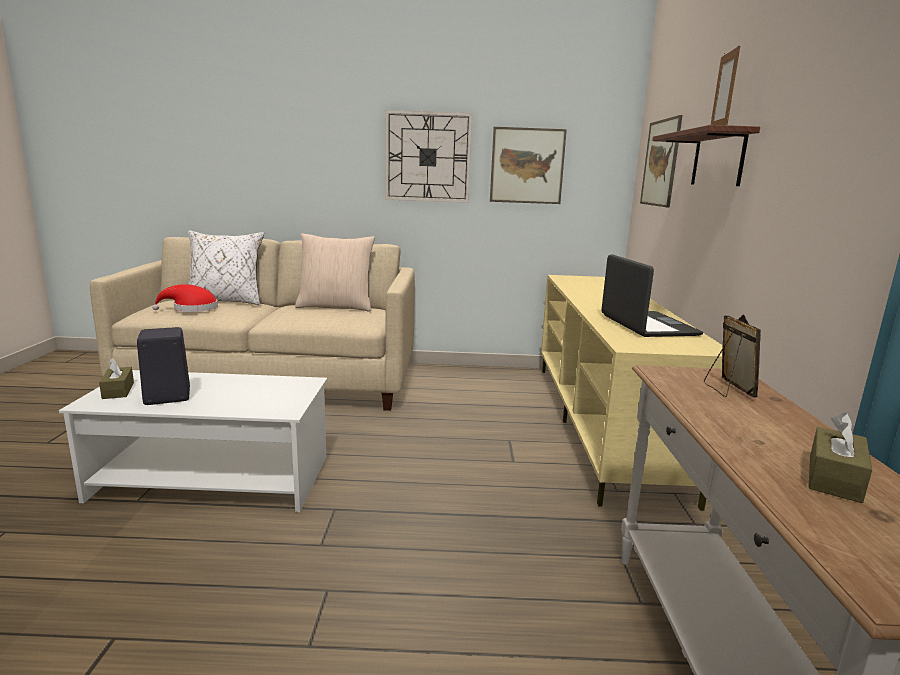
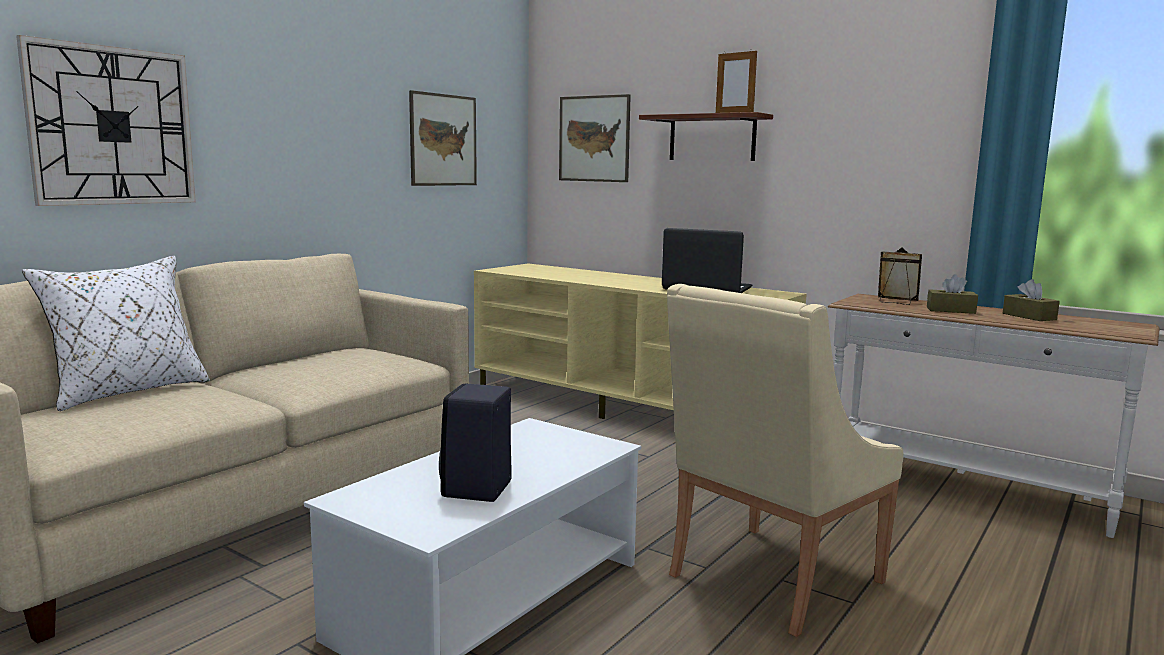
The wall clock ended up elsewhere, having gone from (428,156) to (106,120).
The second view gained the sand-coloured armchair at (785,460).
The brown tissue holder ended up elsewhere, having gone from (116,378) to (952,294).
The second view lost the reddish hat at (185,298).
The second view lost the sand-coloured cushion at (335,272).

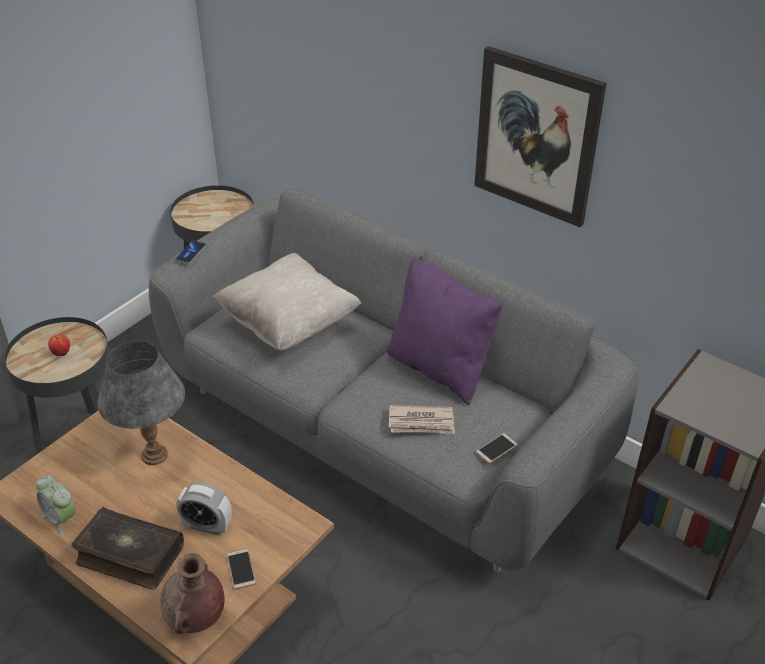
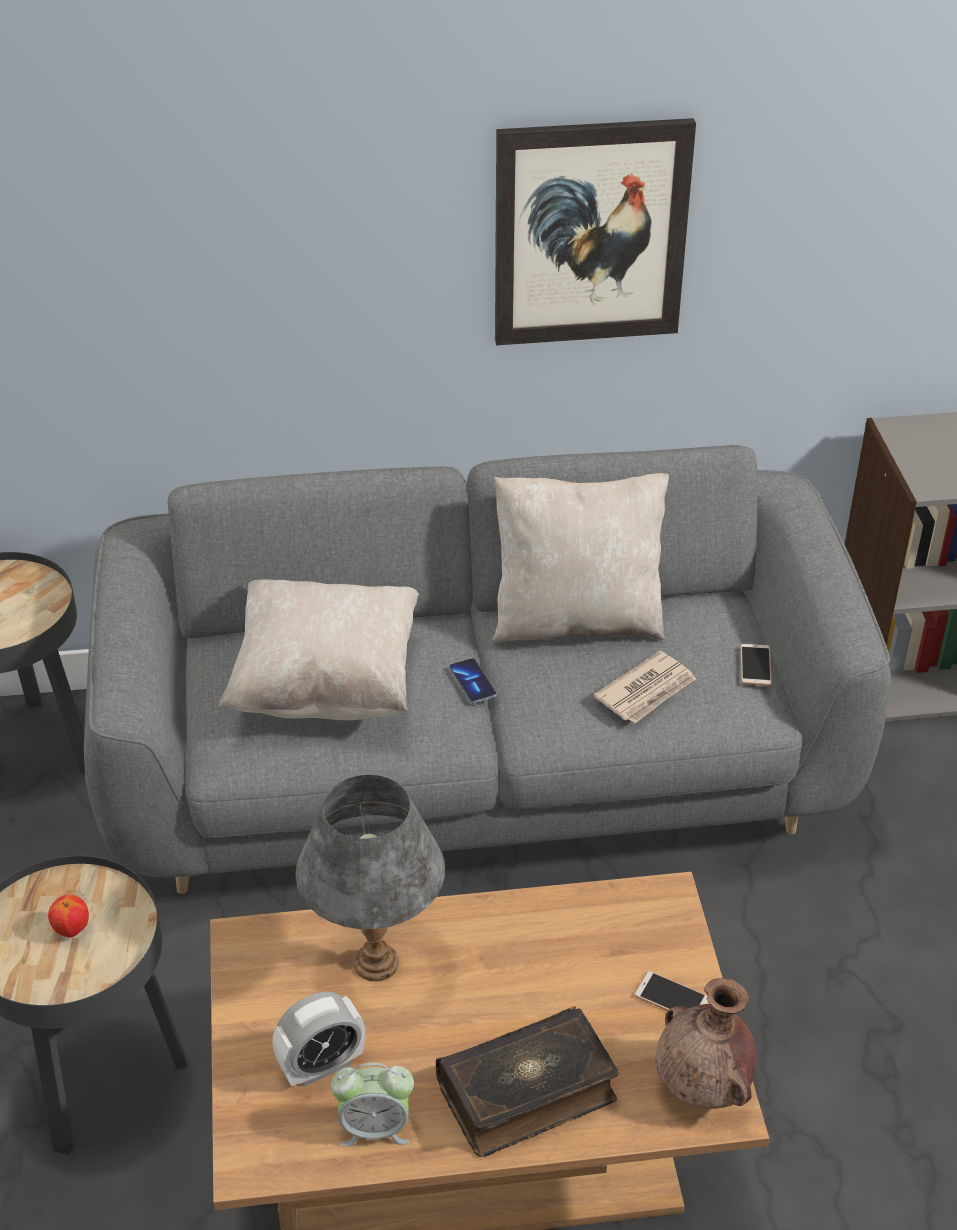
The bedside clock ended up elsewhere, having gone from (204,508) to (318,1039).
The phone ended up elsewhere, having gone from (191,252) to (473,680).
What was the purplish cushion at (445,330) turned into the sand-coloured cushion at (580,557).

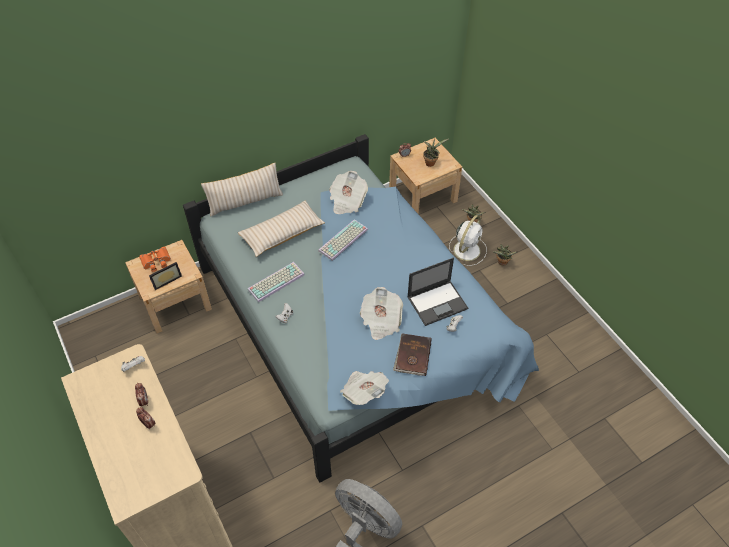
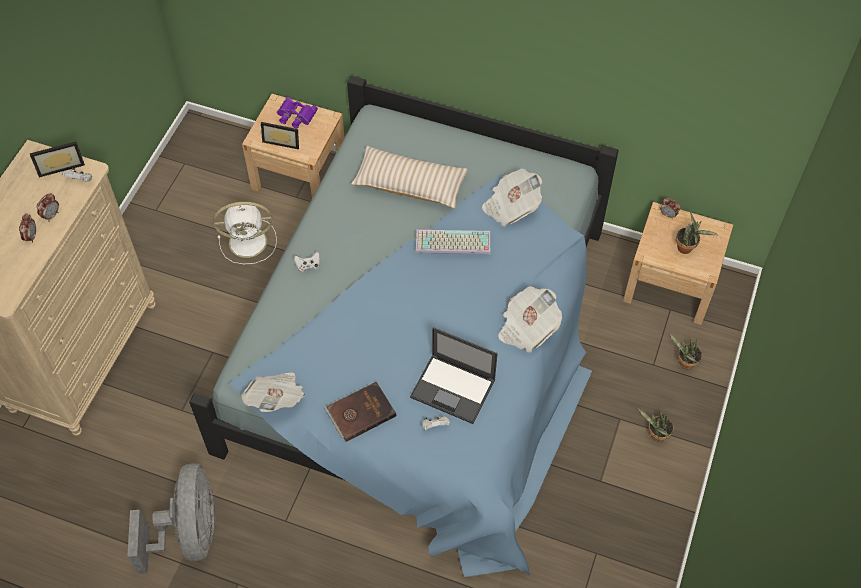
The second view gained the standing frame at (57,159).
The white-coloured fan ended up elsewhere, having gone from (468,240) to (245,233).
What was the orangey field glasses at (155,259) turned into the purplish field glasses at (297,112).
The printed paper ended up elsewhere, having gone from (381,313) to (530,319).
The second view lost the sand-coloured cushion at (242,189).
The second view lost the keyboard at (276,282).

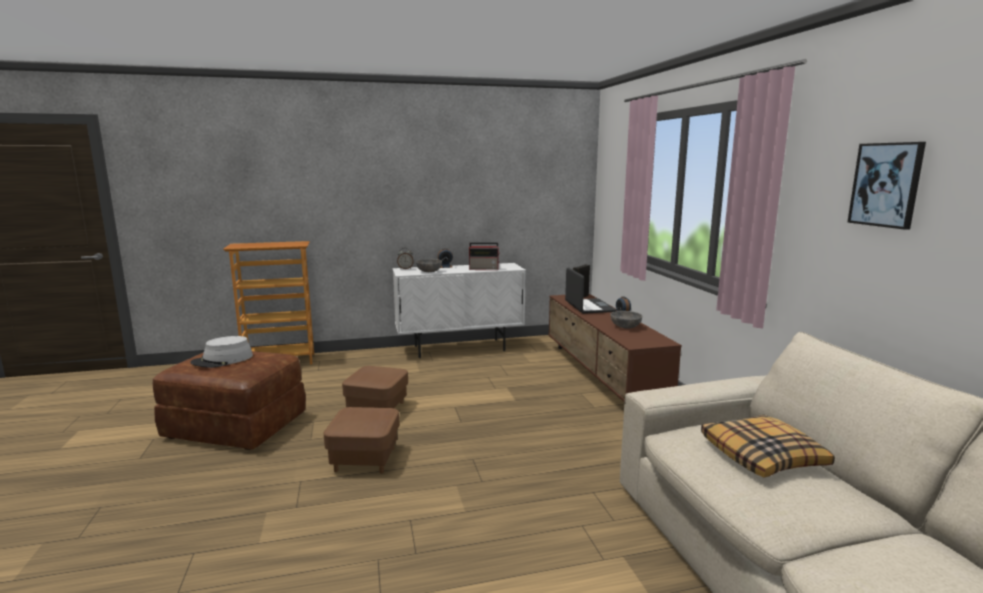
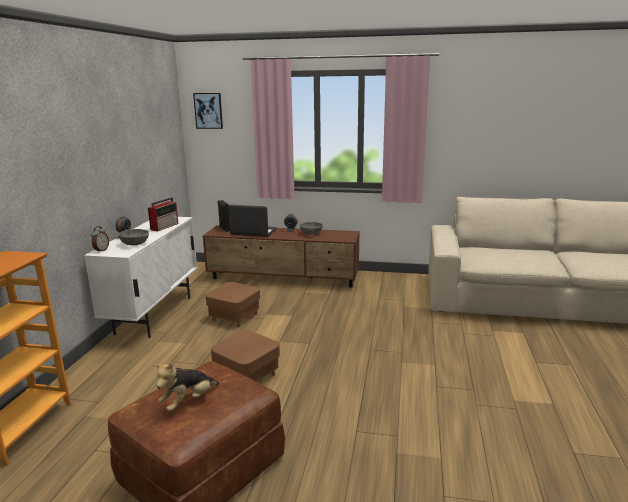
Where the greyish hat stood at (221,352), the plush toy came to stand at (186,387).
The picture ended up elsewhere, having gone from (887,186) to (208,111).
The brown footrest ended up elsewhere, having gone from (362,440) to (233,304).
The second view lost the cushion at (768,446).

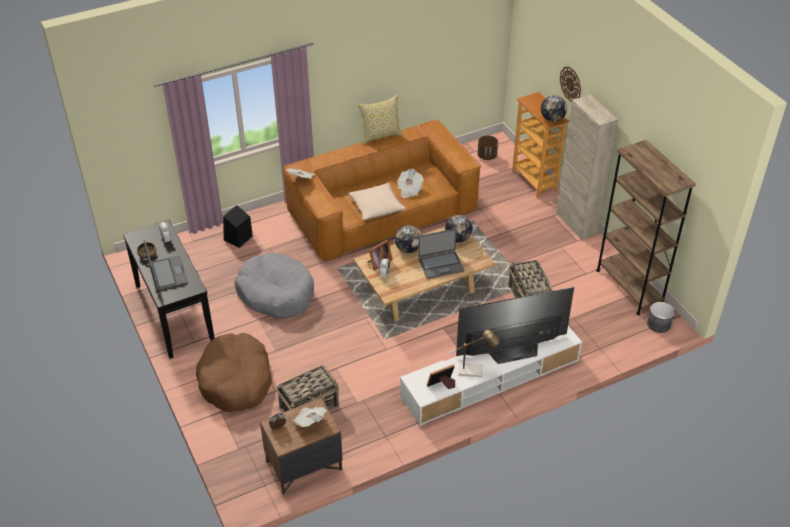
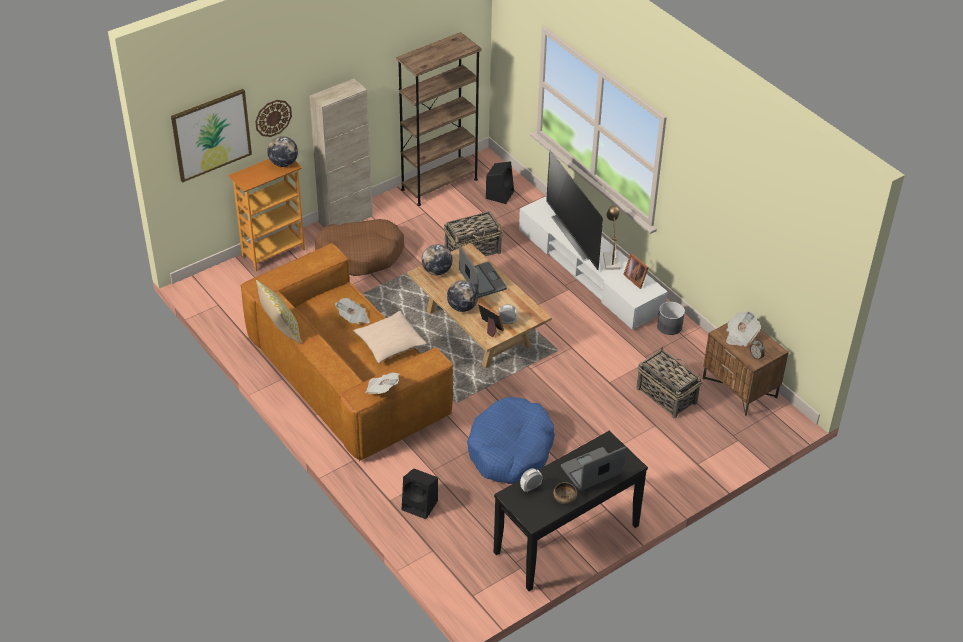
The second view gained the picture at (211,135).
The brown pet bed ended up elsewhere, having gone from (234,372) to (360,247).
What was the greyish pet bed at (274,286) turned into the blue pet bed at (511,440).
The second view gained the black audio speaker at (500,182).
The greyish planter ended up elsewhere, having gone from (661,317) to (671,318).
The second view lost the brown planter at (487,147).

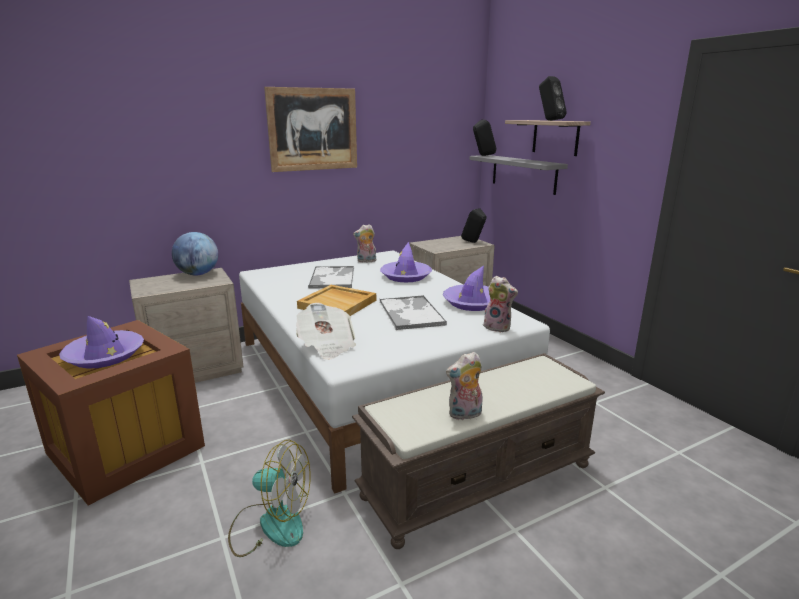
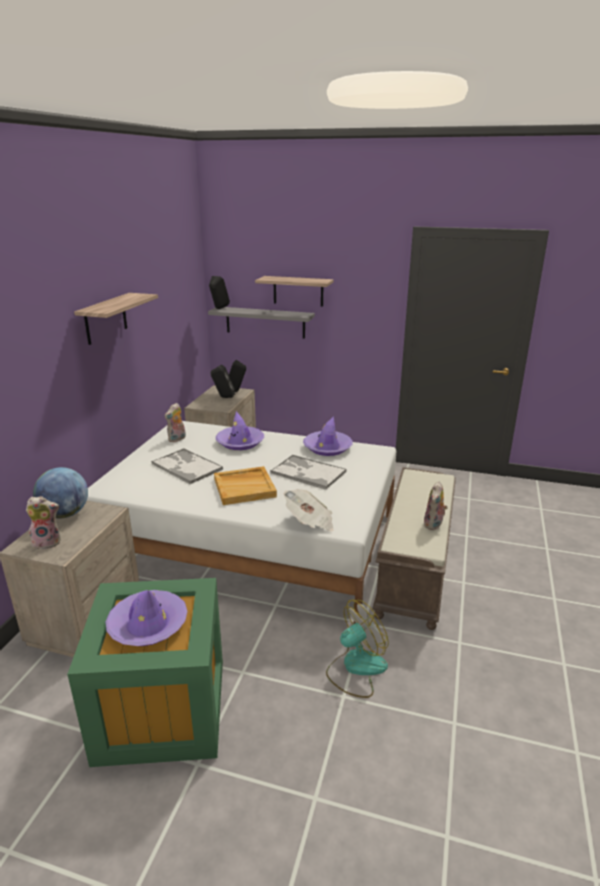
The plush toy ended up elsewhere, having gone from (500,304) to (43,523).
What was the brown storage box at (111,413) turned into the green-coloured storage box at (145,672).
Where the picture hung at (310,129), the wall shelf came to hang at (116,319).
The black audio speaker ended up elsewhere, having gone from (553,98) to (223,381).

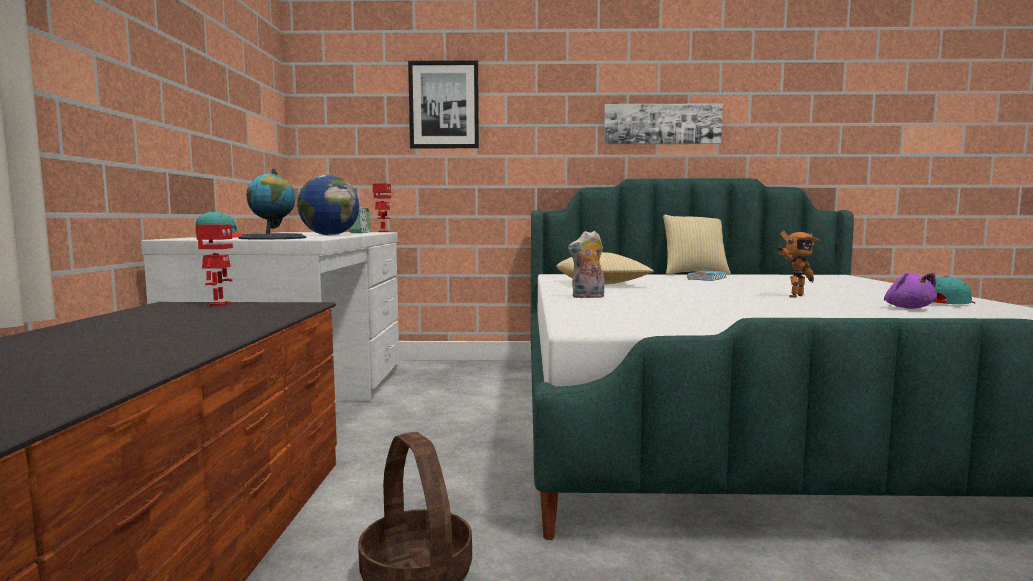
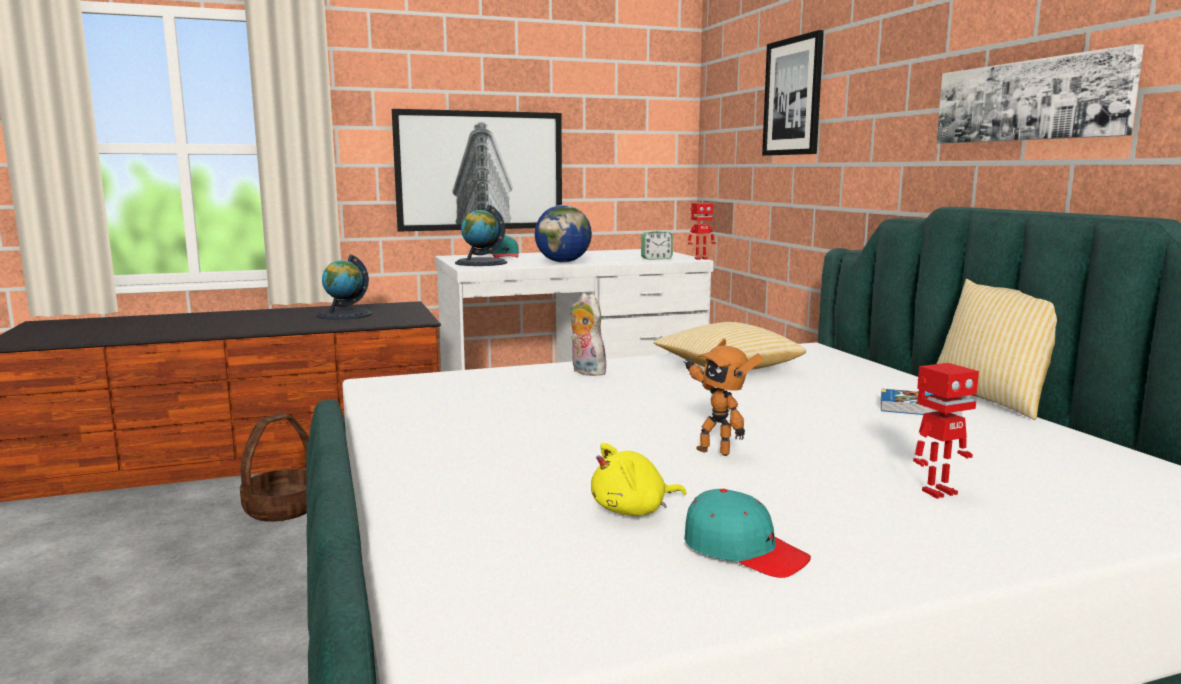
The second view gained the world globe at (344,287).
The second view gained the picture at (477,170).
What was the purplish plush toy at (910,290) turned into the yellow plush toy at (638,479).
The toy robot ended up elsewhere, having gone from (214,265) to (946,431).

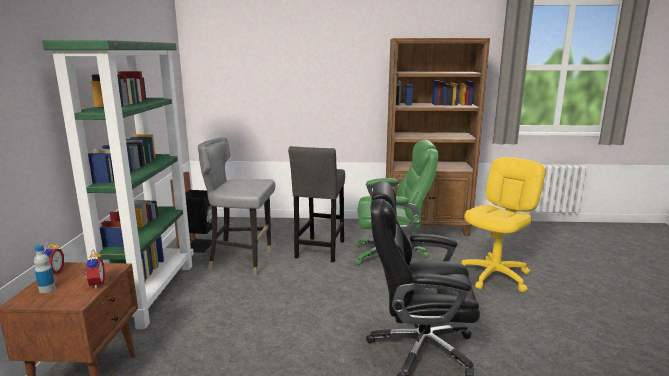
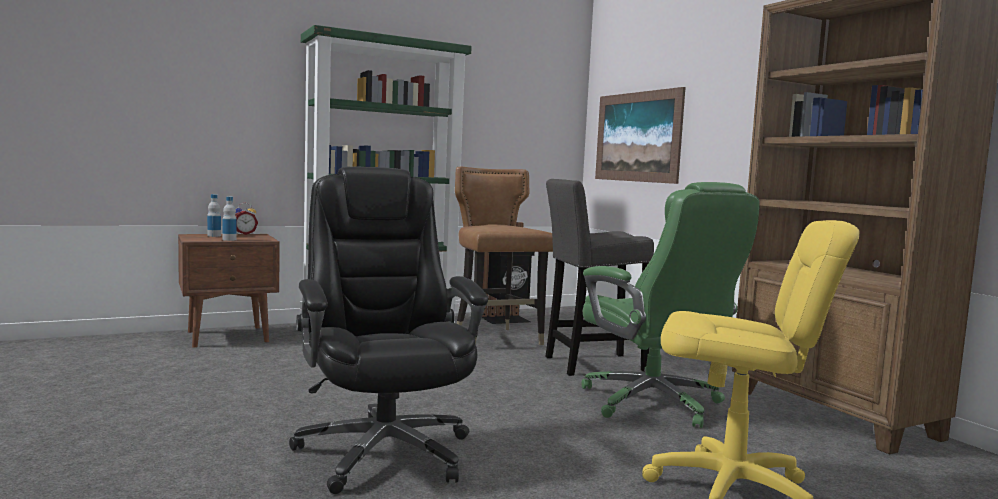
Where the bedside clock stood at (94,269), the beverage bottle came to stand at (230,219).
What was the greyish chair at (236,206) turned into the brown chair at (504,255).
The second view gained the picture at (640,135).

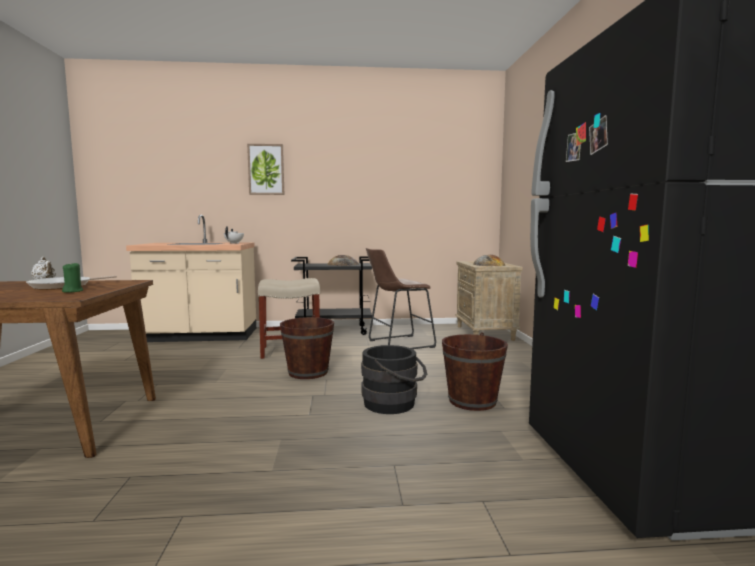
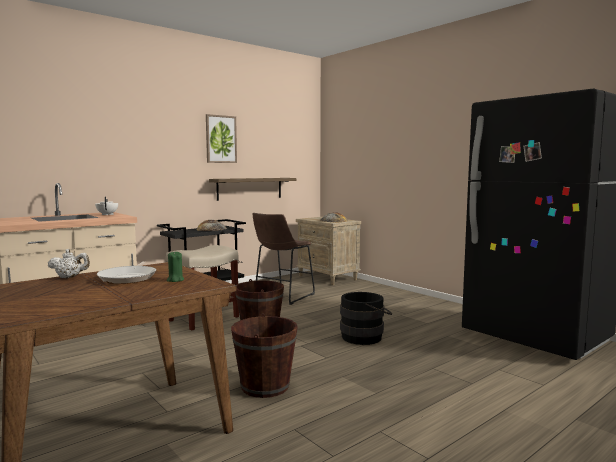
The picture ended up elsewhere, having gone from (265,169) to (221,138).
The second view gained the wall shelf at (252,189).
The brown bucket ended up elsewhere, having gone from (475,371) to (264,356).

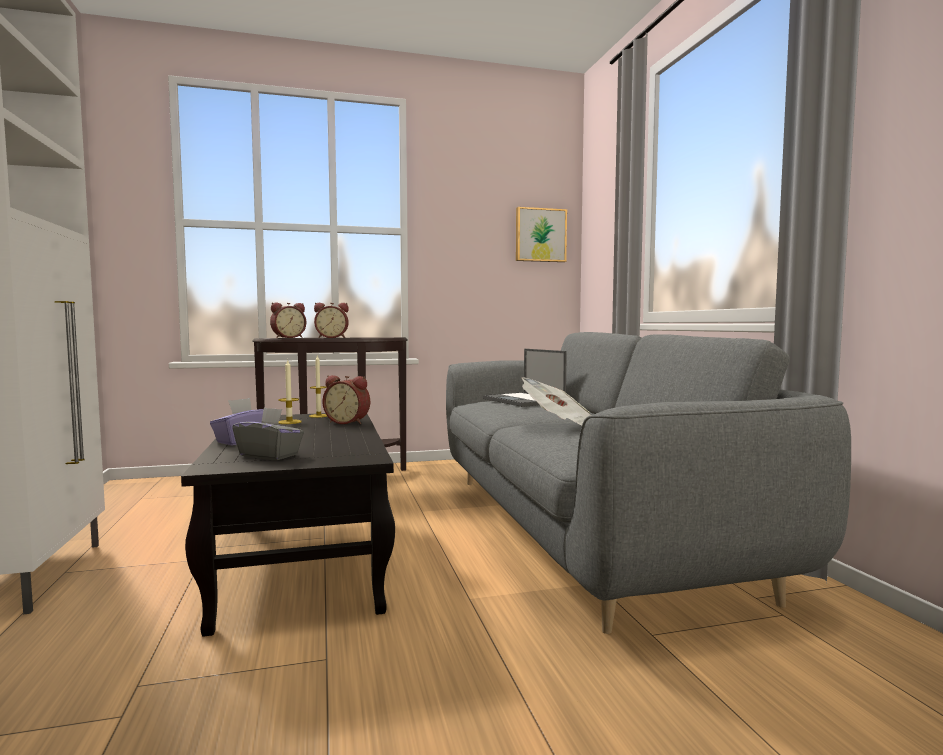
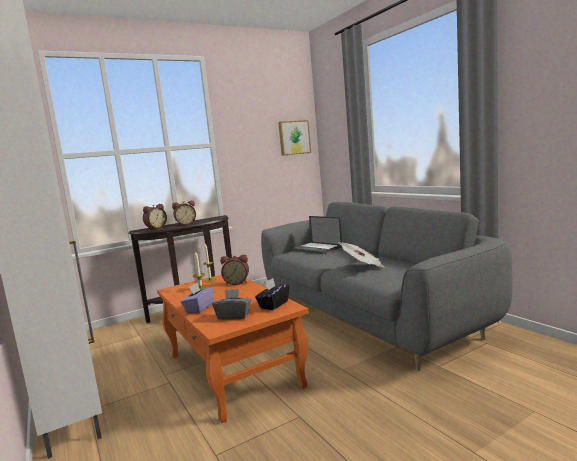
What was the black low table at (288,525) turned into the orangey low table at (233,349).
The second view gained the black tissue holder at (272,294).

